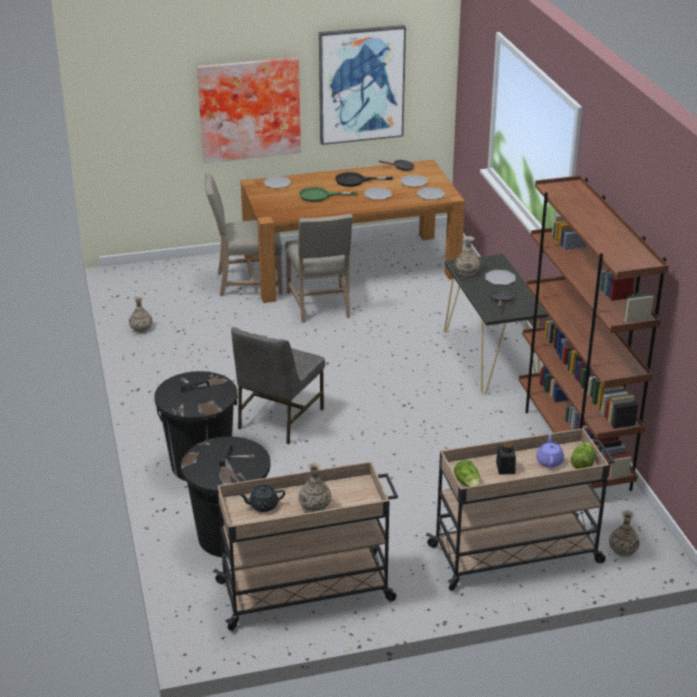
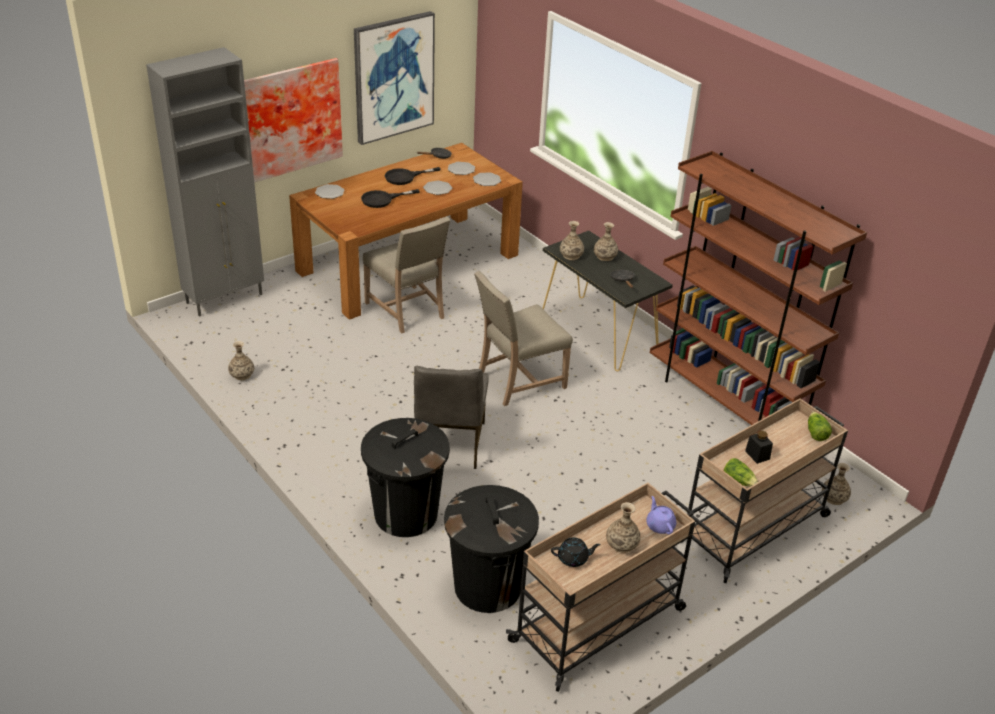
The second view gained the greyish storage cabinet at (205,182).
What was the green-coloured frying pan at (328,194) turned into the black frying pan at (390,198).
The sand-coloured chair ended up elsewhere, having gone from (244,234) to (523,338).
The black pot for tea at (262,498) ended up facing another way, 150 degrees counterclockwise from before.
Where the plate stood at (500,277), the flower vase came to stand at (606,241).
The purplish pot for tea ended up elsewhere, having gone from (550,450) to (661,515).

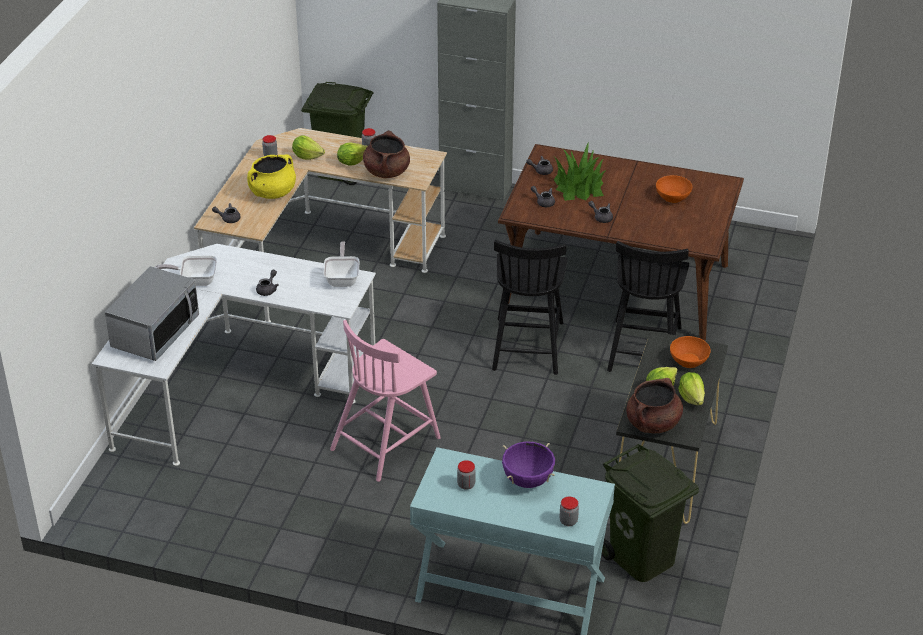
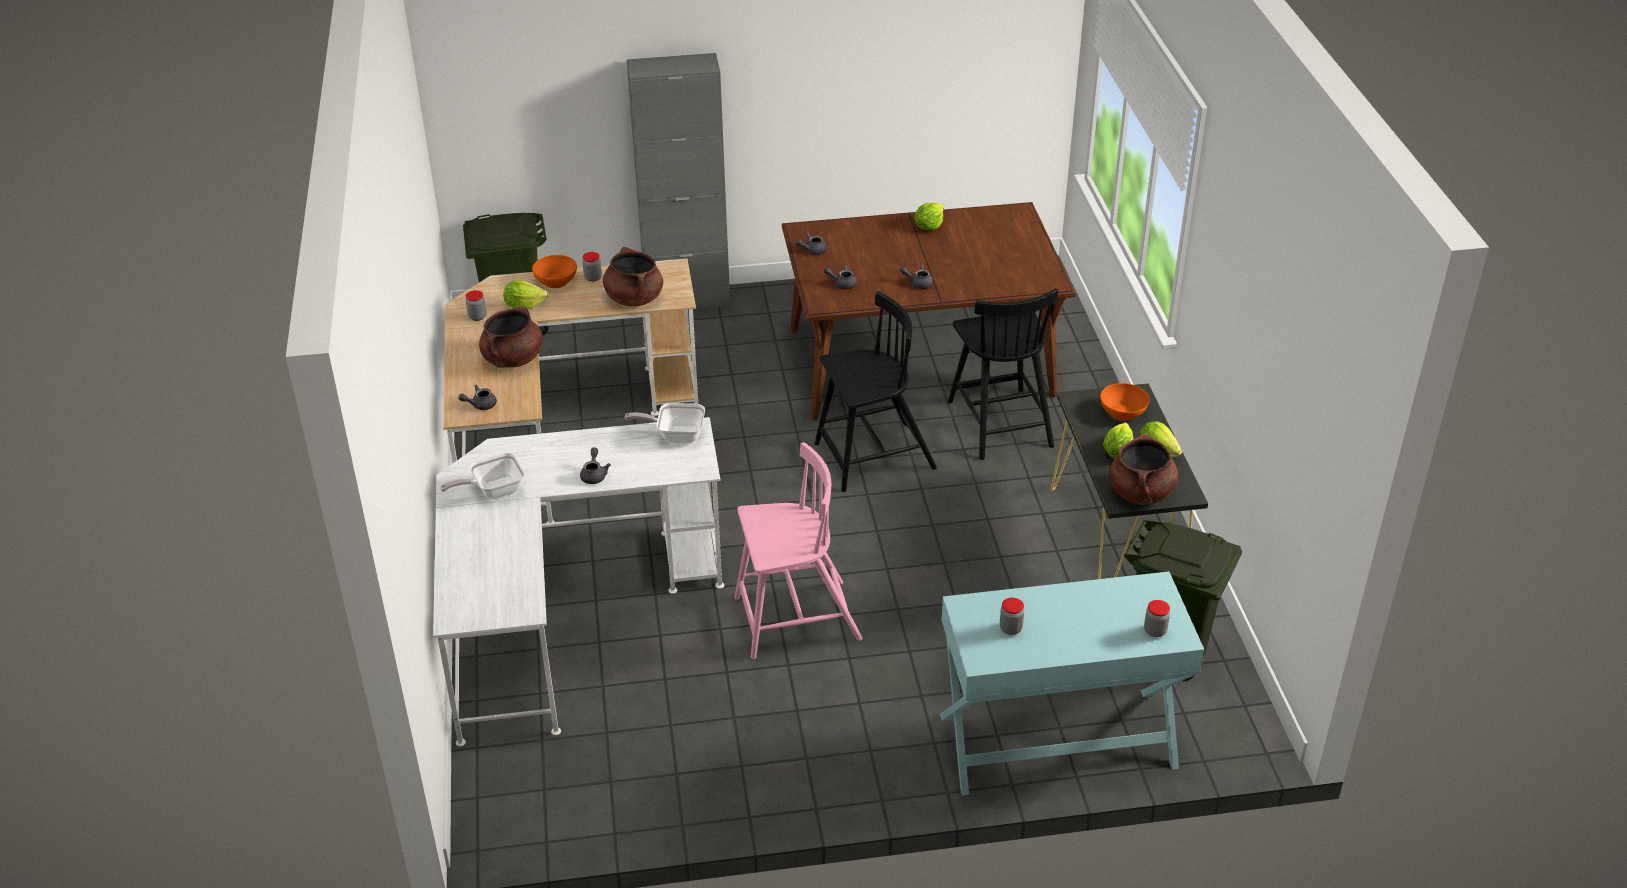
What was the yellow saucepot at (271,176) turned into the brown saucepot at (511,337).
The orangey bowl ended up elsewhere, having gone from (674,189) to (554,271).
The frying pan at (341,264) ended up facing another way, 60 degrees counterclockwise from before.
The pink-coloured chair at (385,401) ended up facing another way, 120 degrees counterclockwise from before.
The black chair at (530,307) ended up facing another way, 90 degrees counterclockwise from before.
The lettuce head ended up elsewhere, having gone from (352,153) to (929,216).
The second view lost the microwave at (152,313).
The second view lost the purplish saucepot at (528,464).
The second view lost the potted plant at (580,171).

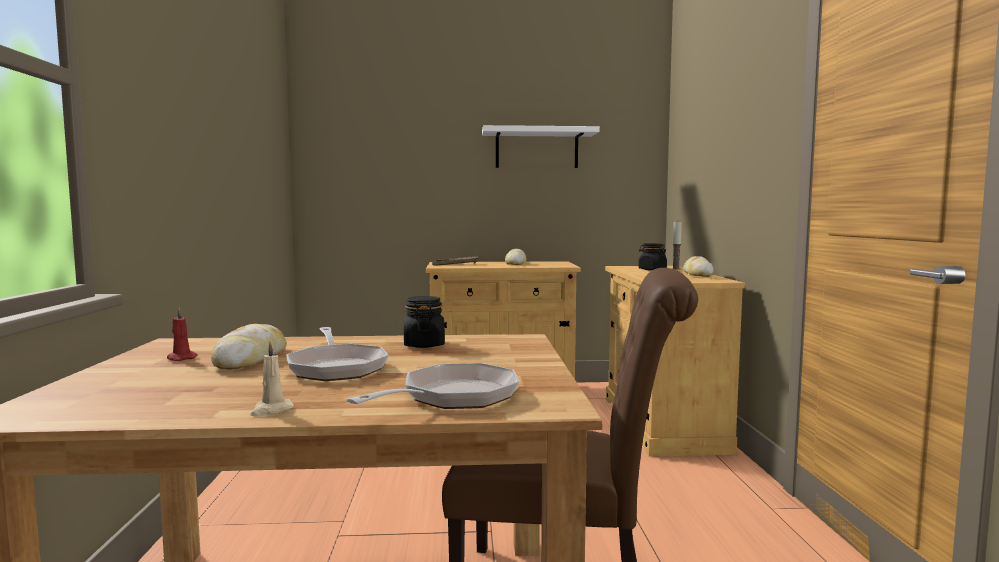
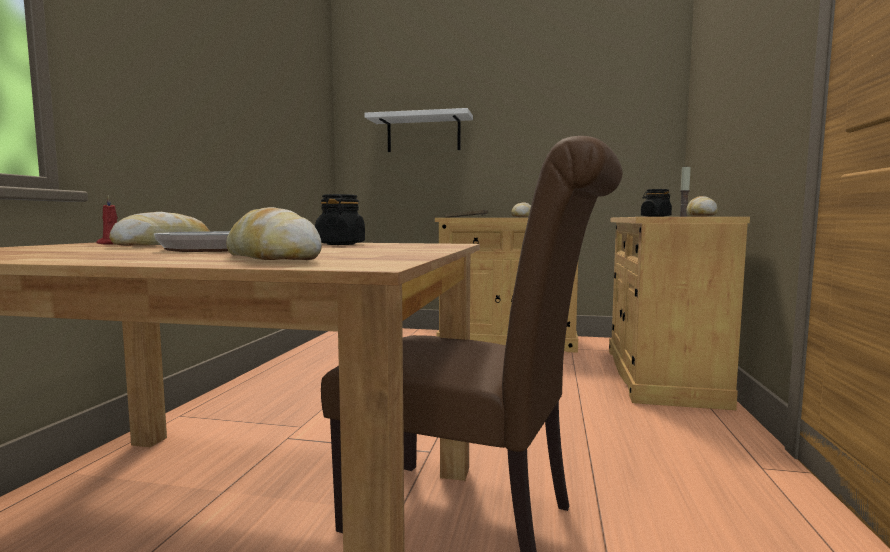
Where the frying pan stood at (433,386), the bread came to stand at (274,233).
The white-coloured wall shelf ended up elsewhere, having gone from (541,146) to (418,130).
The second view lost the sand-coloured wax candle at (272,379).

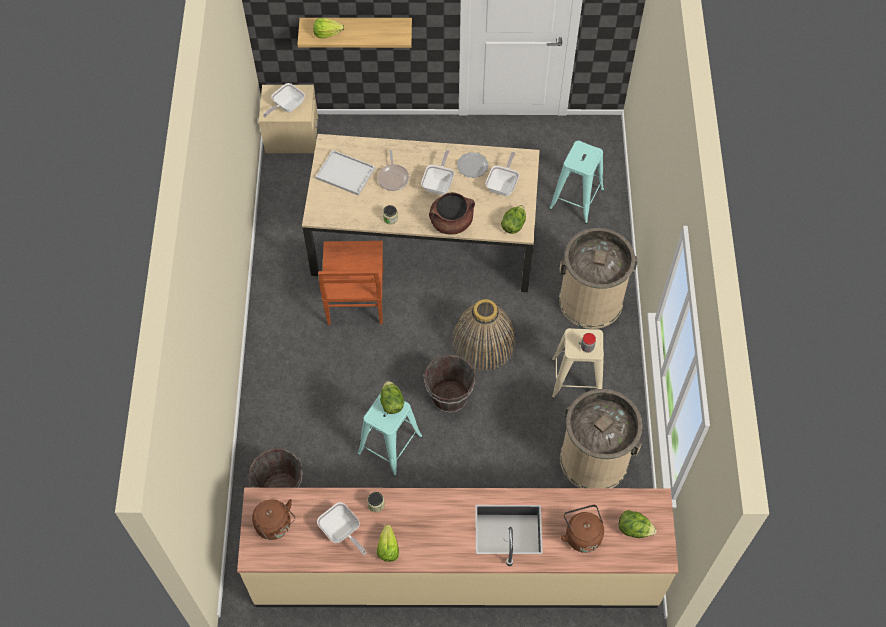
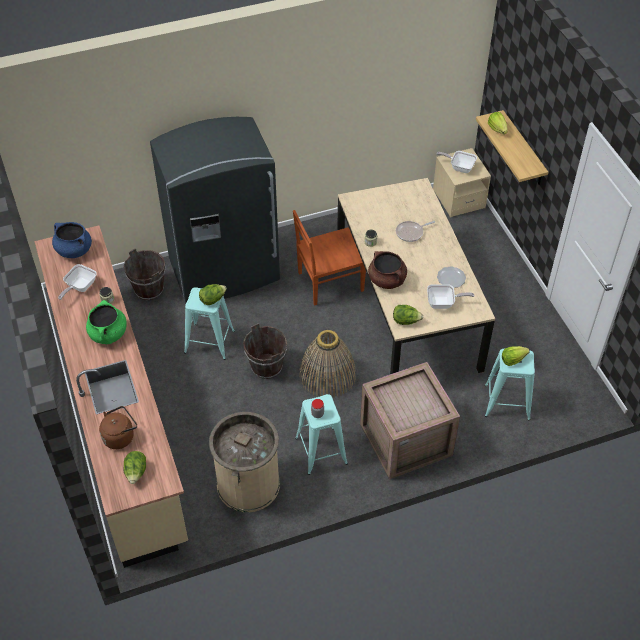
Where the brown water kettle stood at (273,519), the blue saucepot came to stand at (72,240).
The second view gained the green-coloured saucepot at (106,322).
The second view gained the greyish fridge at (215,210).
What was the sand-coloured stool seat at (578,363) turned into the turquoise stool seat at (321,434).
Where the sand-coloured trash can stood at (598,278), the shipping crate came to stand at (410,420).
The lettuce head ended up elsewhere, having gone from (388,543) to (516,356).
The second view lost the white-coloured serving tray at (345,173).
The second view lost the frying pan at (437,172).

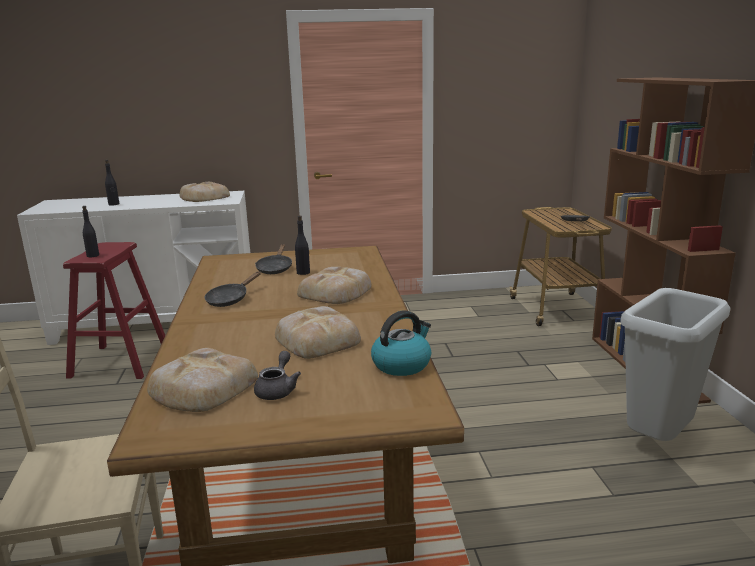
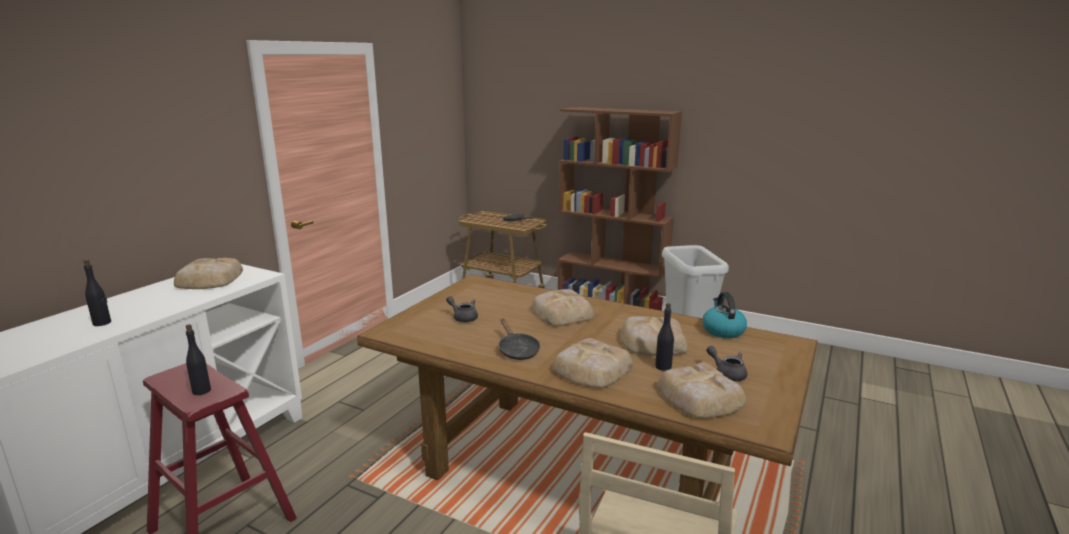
Where the black frying pan stood at (273,259), the greyish pot for tea came to stand at (462,309).
The second view gained the bread at (592,363).
The black beverage bottle ended up elsewhere, having gone from (302,245) to (664,337).

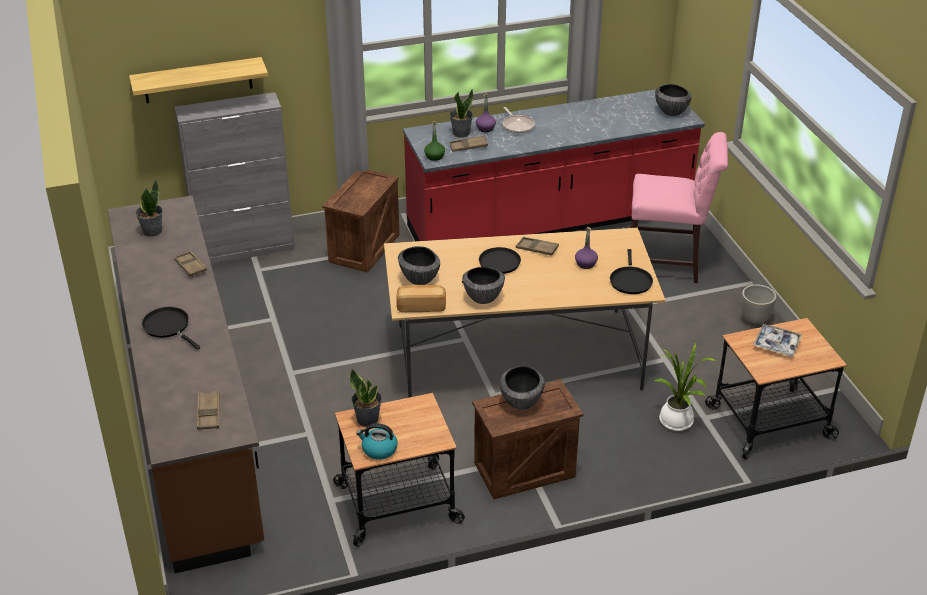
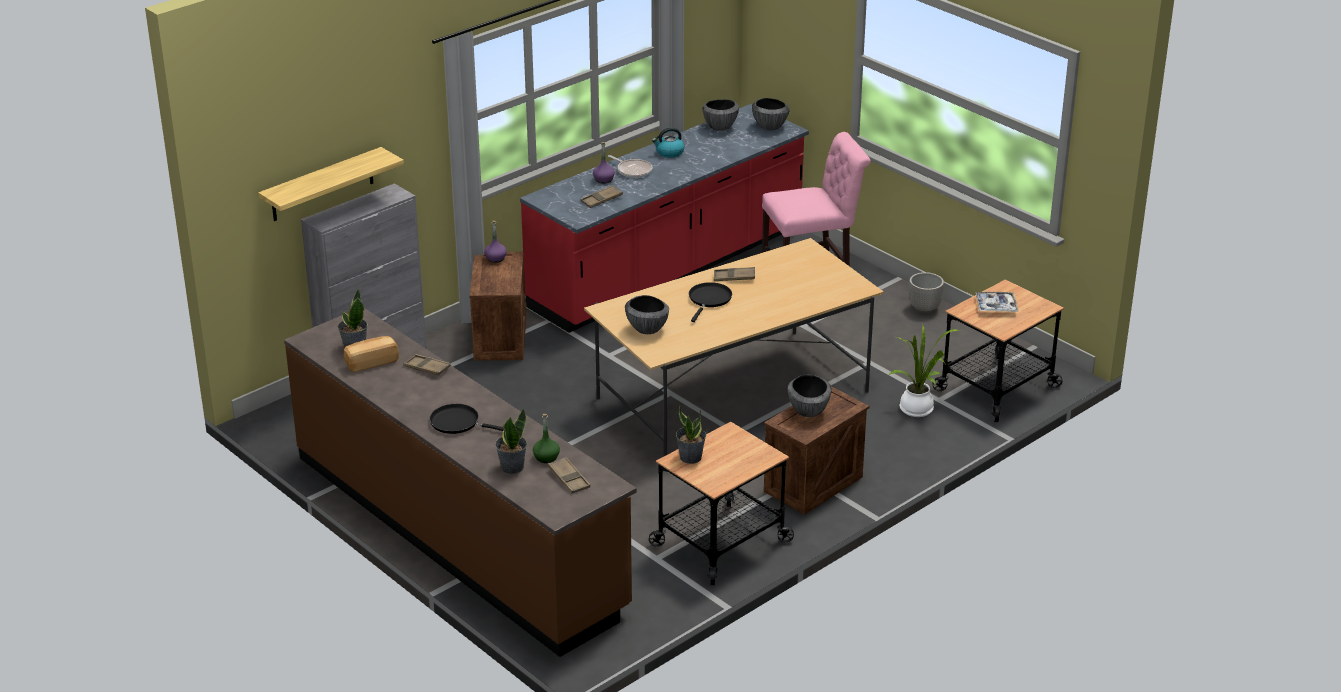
The bread ended up elsewhere, having gone from (421,298) to (371,354).
The purplish beverage bottle ended up elsewhere, having gone from (586,248) to (495,242).
The potted plant ended up elsewhere, having gone from (461,113) to (511,441).
The green-coloured beverage bottle ended up elsewhere, having gone from (434,141) to (546,438).
The water kettle ended up elsewhere, having gone from (377,441) to (668,142).
The bowl ended up elsewhere, having gone from (483,285) to (720,115).
The second view lost the black frying pan at (631,271).

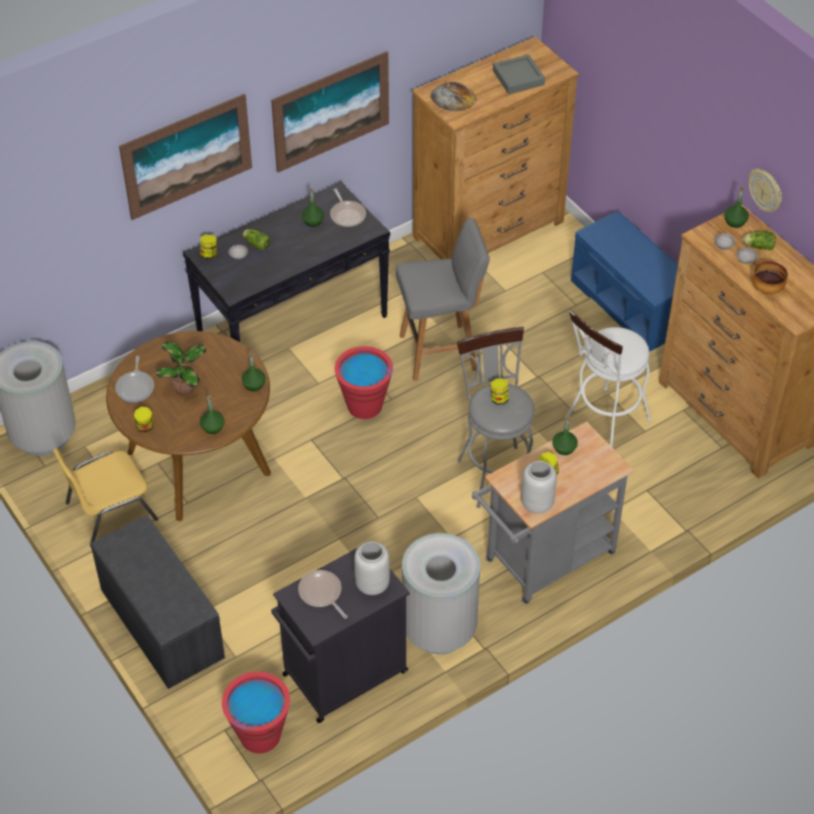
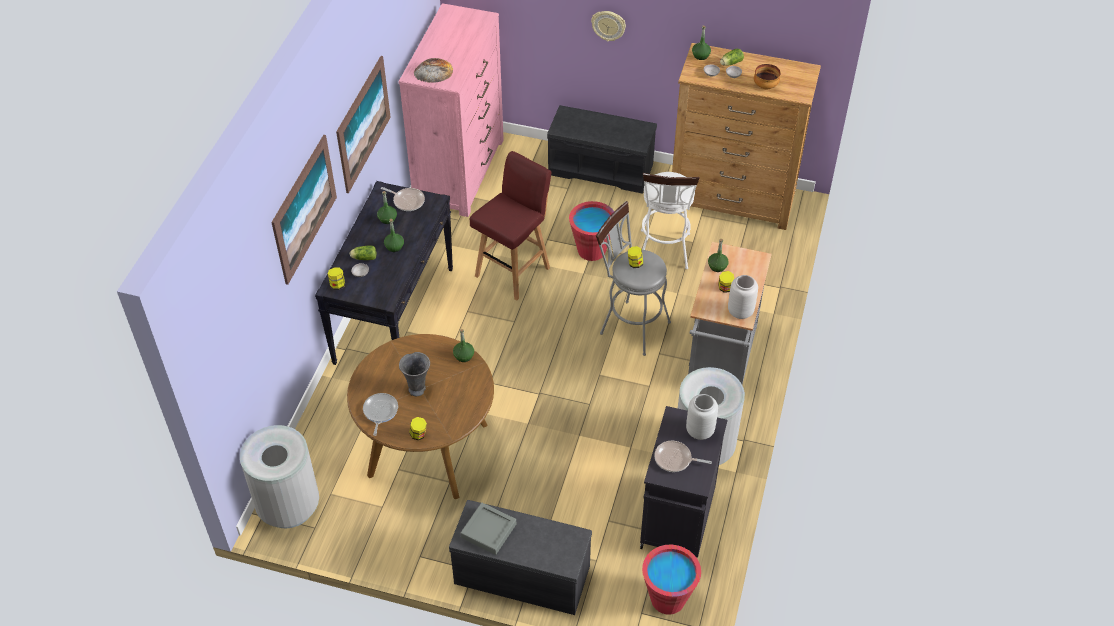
The frying pan at (134,379) ended up facing another way, 135 degrees counterclockwise from before.
The green-coloured beverage bottle ended up elsewhere, having gone from (212,414) to (394,235).
What was the brown dresser at (495,148) turned into the pink-coloured dresser at (451,110).
Where the potted plant stood at (180,367), the greyish flower vase came to stand at (414,374).
The greyish serving tray ended up elsewhere, having gone from (519,74) to (488,529).
What was the greyish stool seat at (443,299) turned into the reddish stool seat at (511,225).
What was the blue indoor bench at (624,281) turned into the greyish indoor bench at (602,149).
The reddish bucket ended up elsewhere, having gone from (364,382) to (591,231).
The wall clock ended up elsewhere, having gone from (765,190) to (608,26).
The second view lost the yellow chair at (105,497).

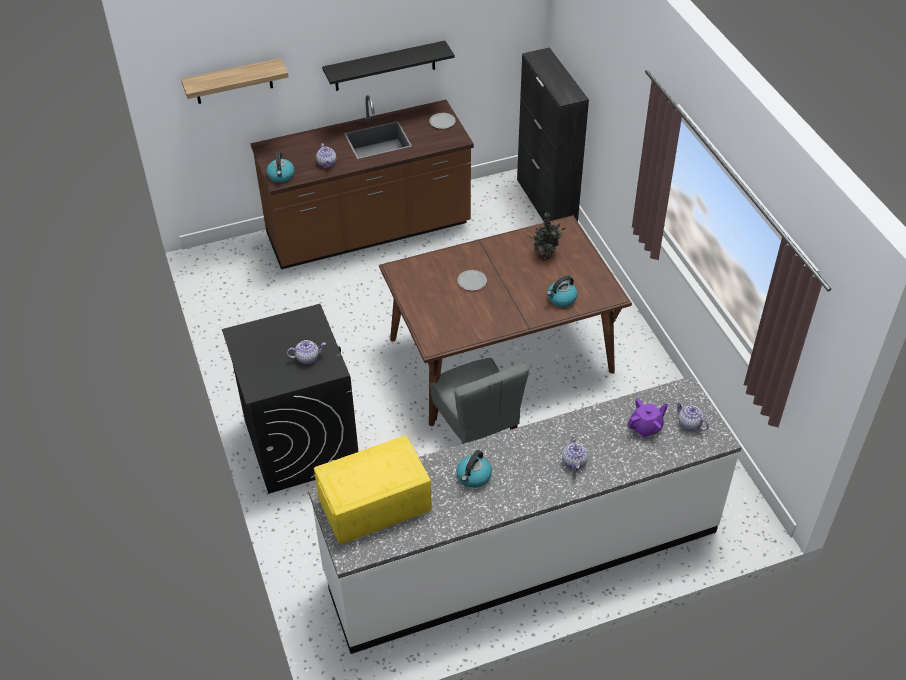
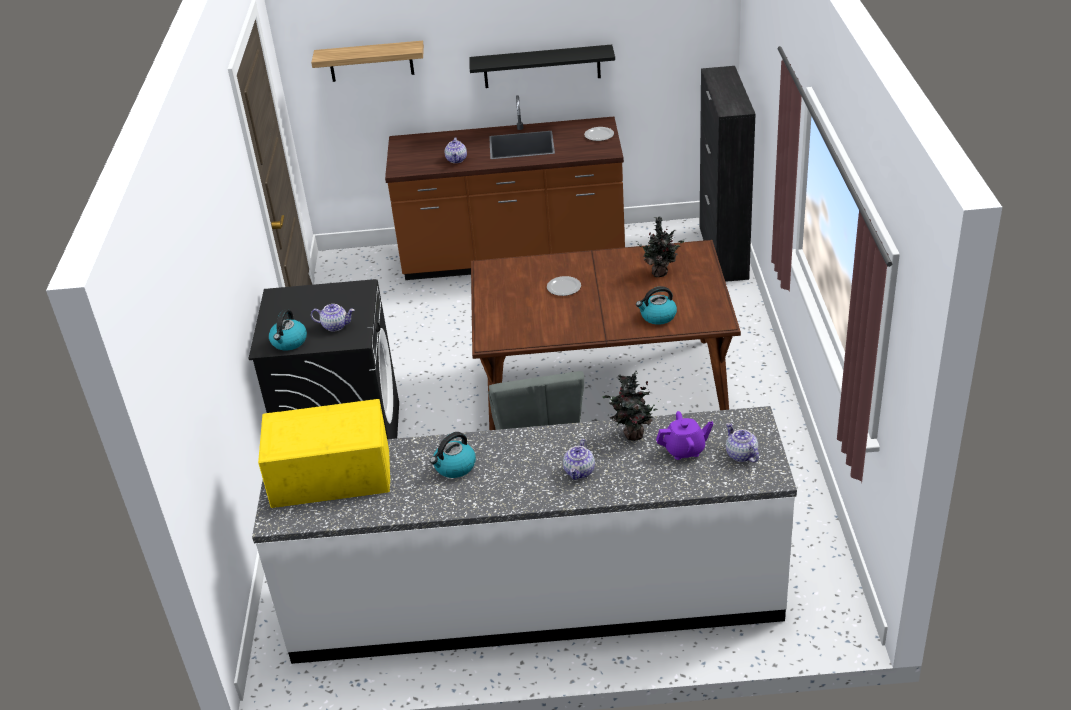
The water kettle ended up elsewhere, having gone from (280,167) to (288,330).
The second view gained the potted plant at (631,405).

